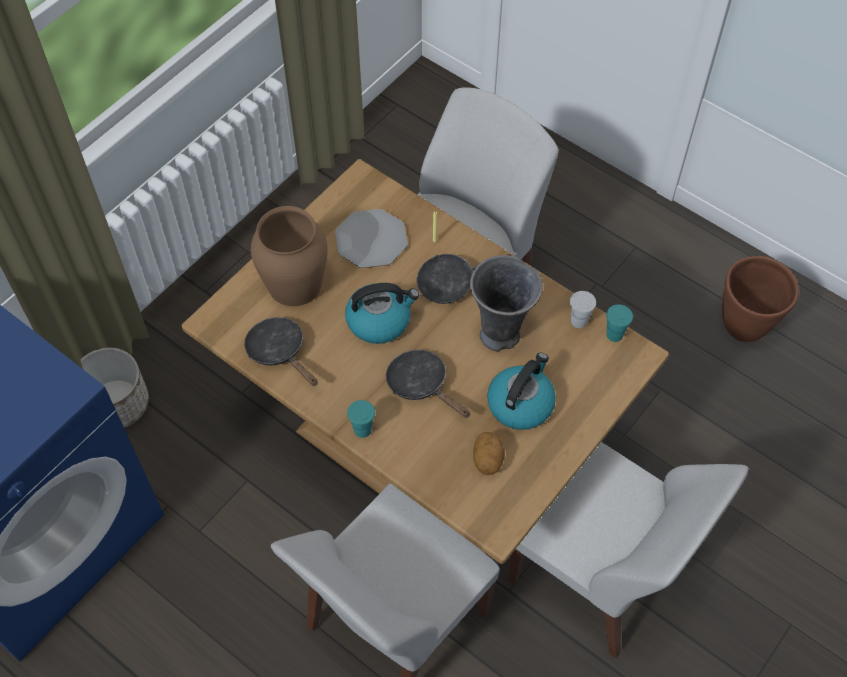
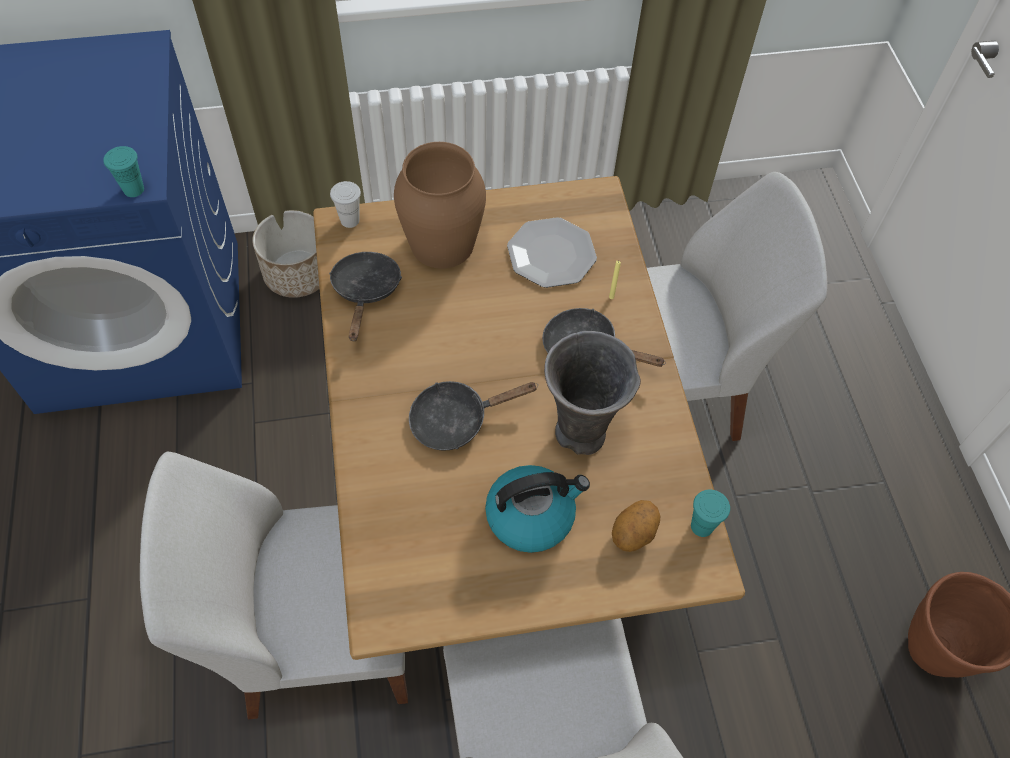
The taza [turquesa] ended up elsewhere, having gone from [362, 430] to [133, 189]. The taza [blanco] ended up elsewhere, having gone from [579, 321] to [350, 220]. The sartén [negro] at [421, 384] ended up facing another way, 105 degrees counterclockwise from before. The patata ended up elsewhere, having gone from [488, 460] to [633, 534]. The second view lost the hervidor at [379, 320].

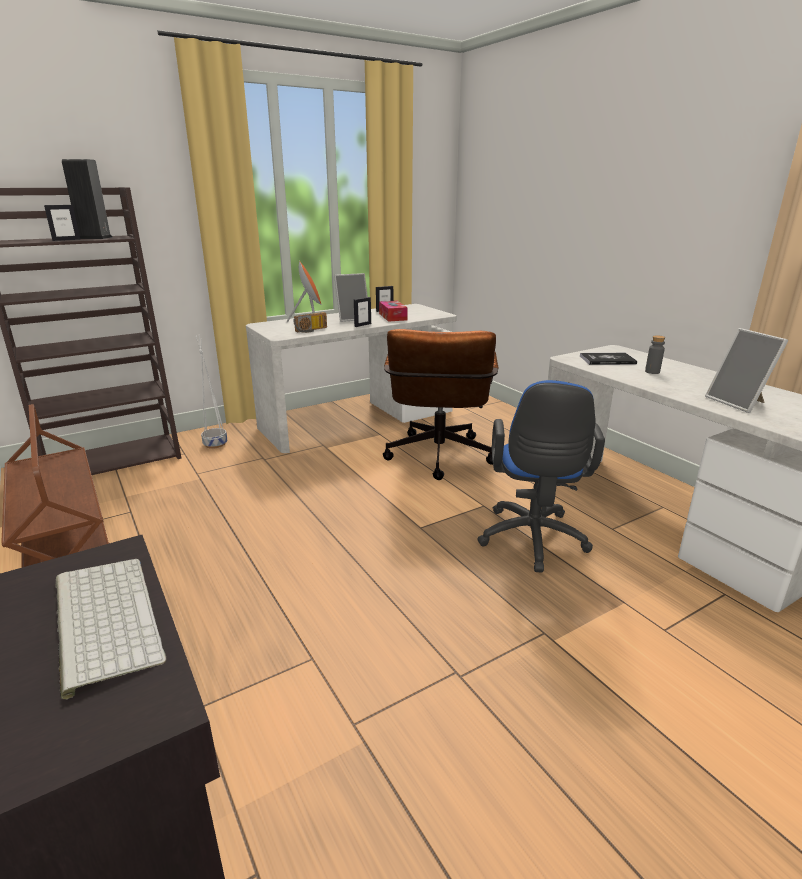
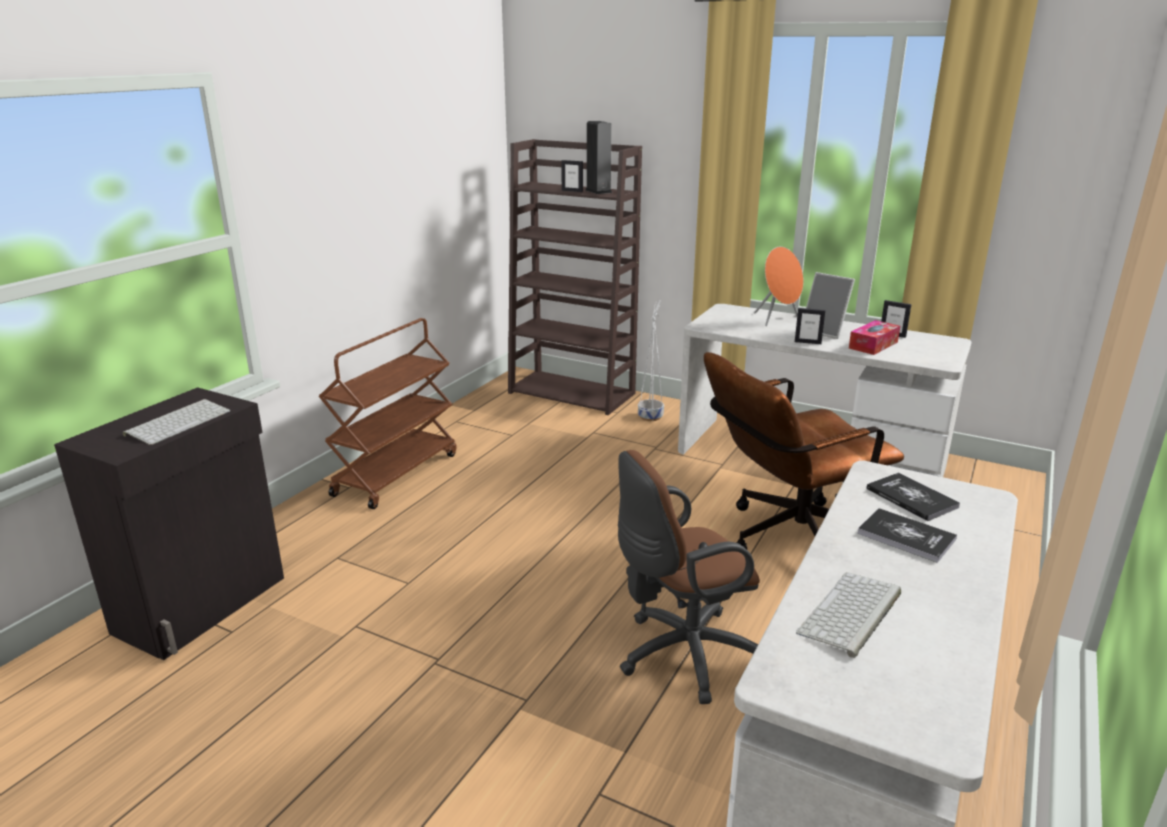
What was the silla de oficina [azul] at [532, 542] turned into the silla de oficina [marrón] at [681, 655]. Where the portarretratos stood at [738, 403], the teclado came to stand at [851, 614]. Where the botella [gris] stood at [652, 372], the libro came to stand at [906, 536]. The second view lost the radio at [311, 330].

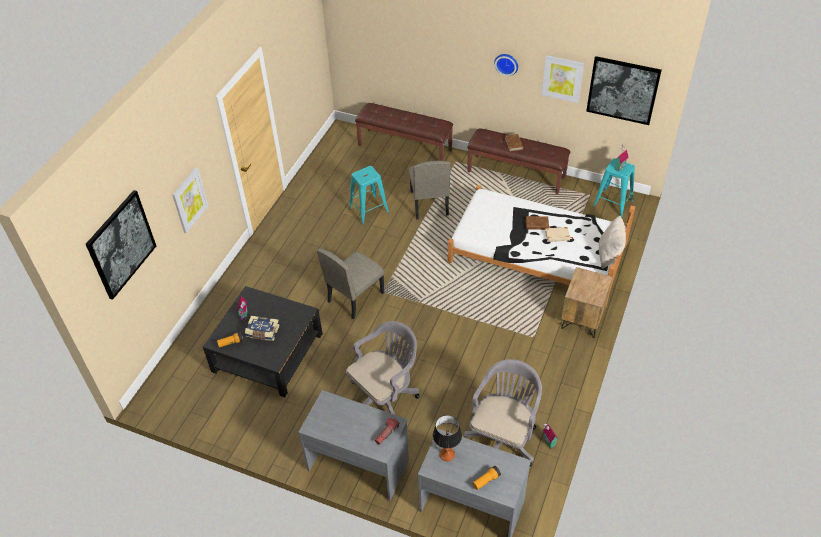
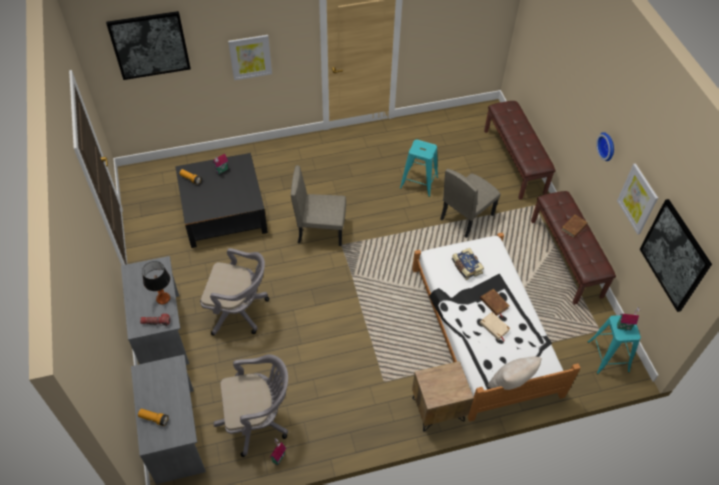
The lámpara de mesa ended up elsewhere, having gone from [447, 454] to [163, 298]. The libro ended up elsewhere, having gone from [262, 332] to [466, 267].

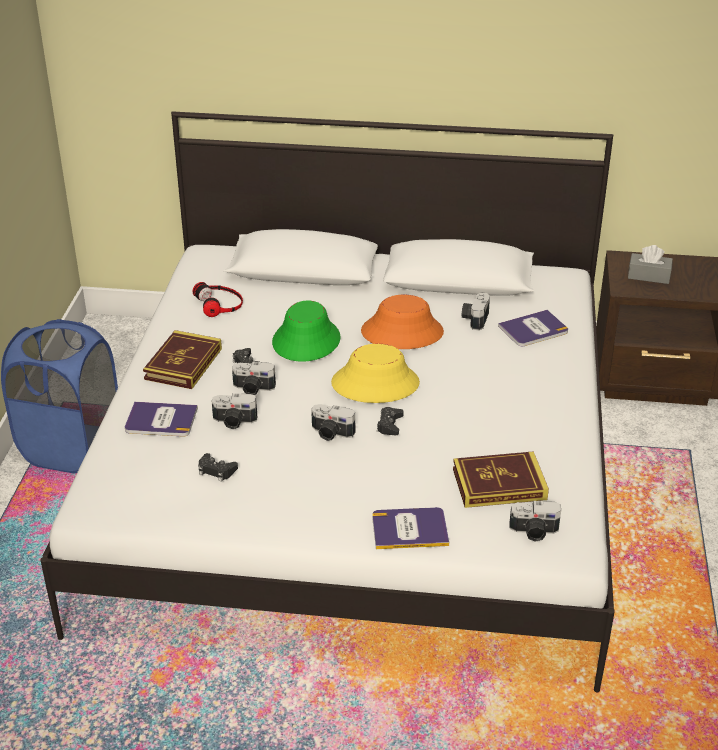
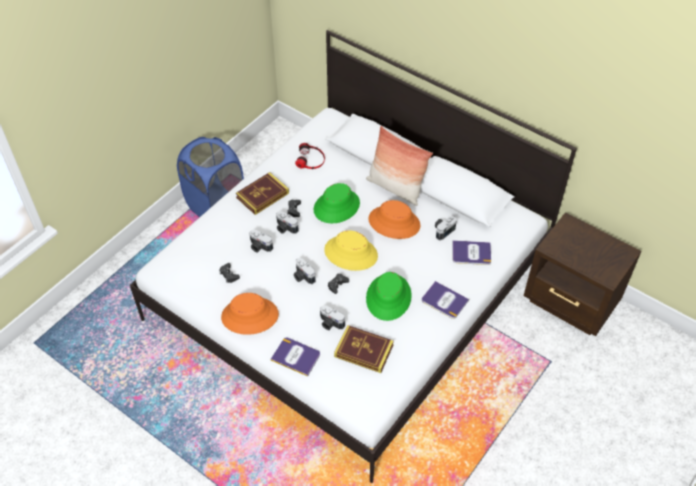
The second view gained the sombrero [naranja] at [250, 316]. The cámara ended up elsewhere, having gone from [534, 532] to [330, 324]. The second view gained the cojín at [395, 188]. The second view gained the sombrero [verde] at [389, 297]. The libro ended up elsewhere, having gone from [161, 420] to [444, 300]. The second view lost the caja de pañuelos [gris] at [648, 276].

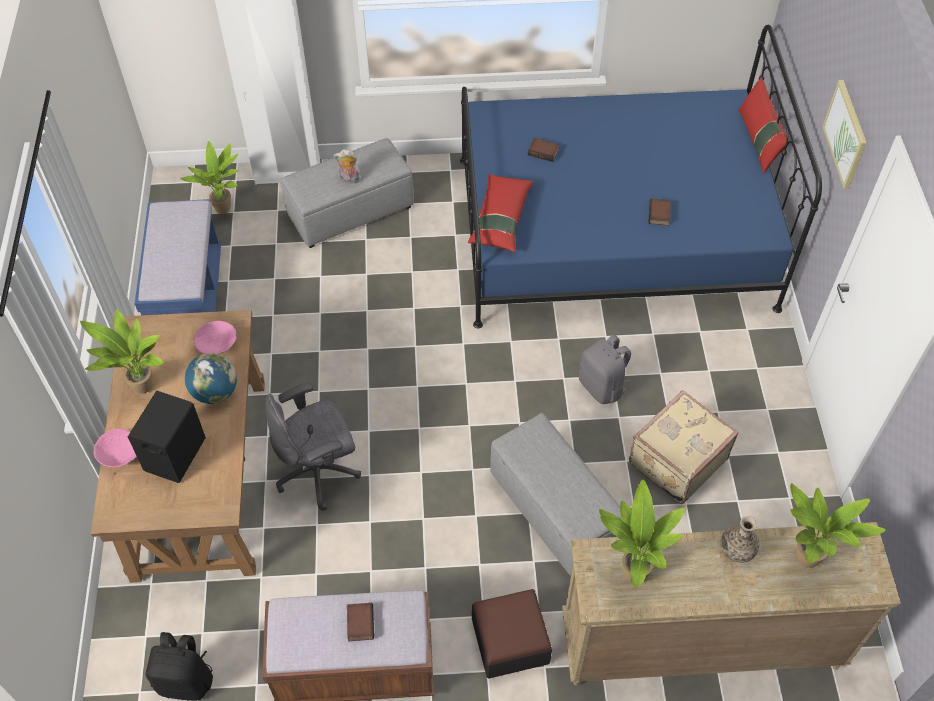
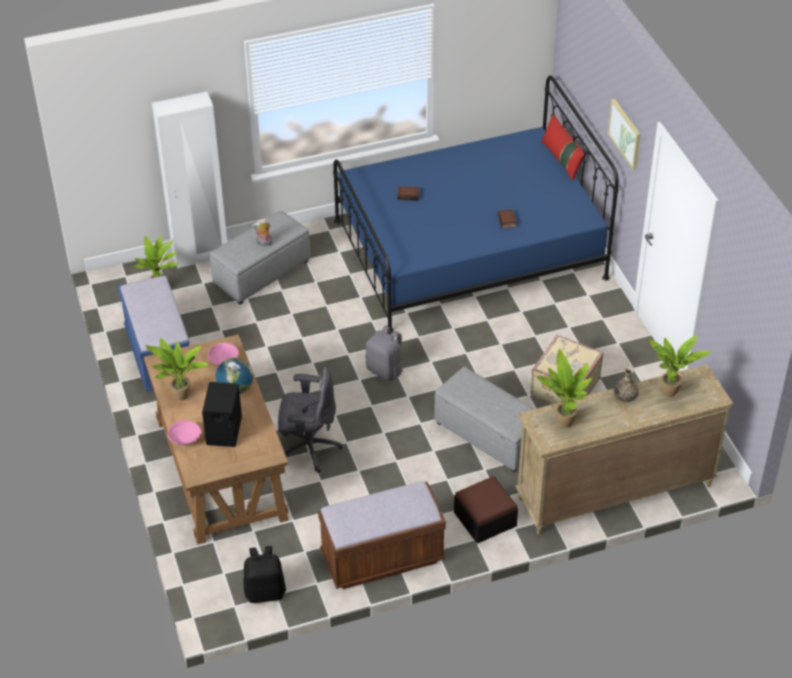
The silla de oficina [gris] at [319, 472] ended up facing another way, 135 degrees counterclockwise from before. The mochila [gris] ended up elsewhere, having gone from [602, 386] to [385, 370]. The second view lost the libro at [359, 623]. The second view lost the cojín [rojo] at [500, 219].

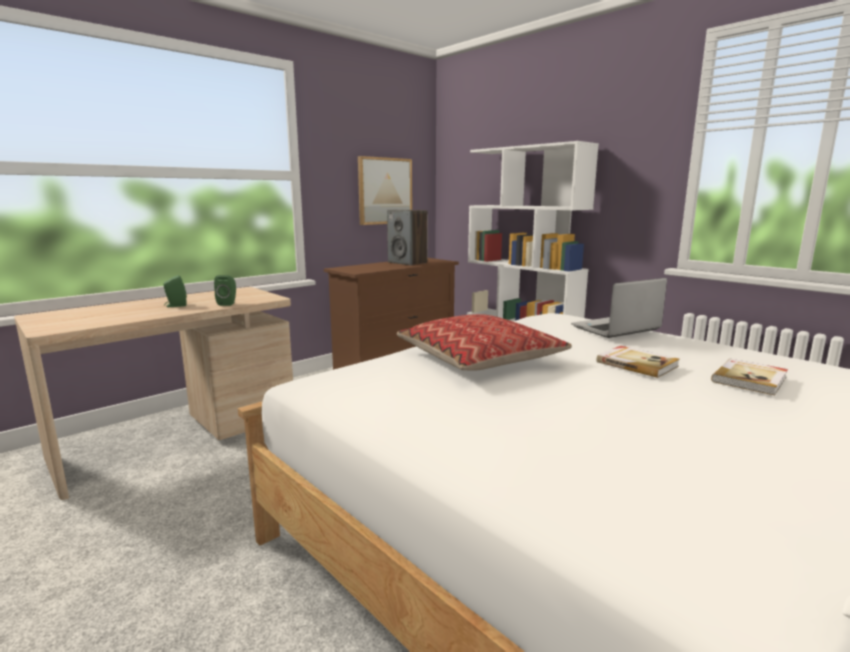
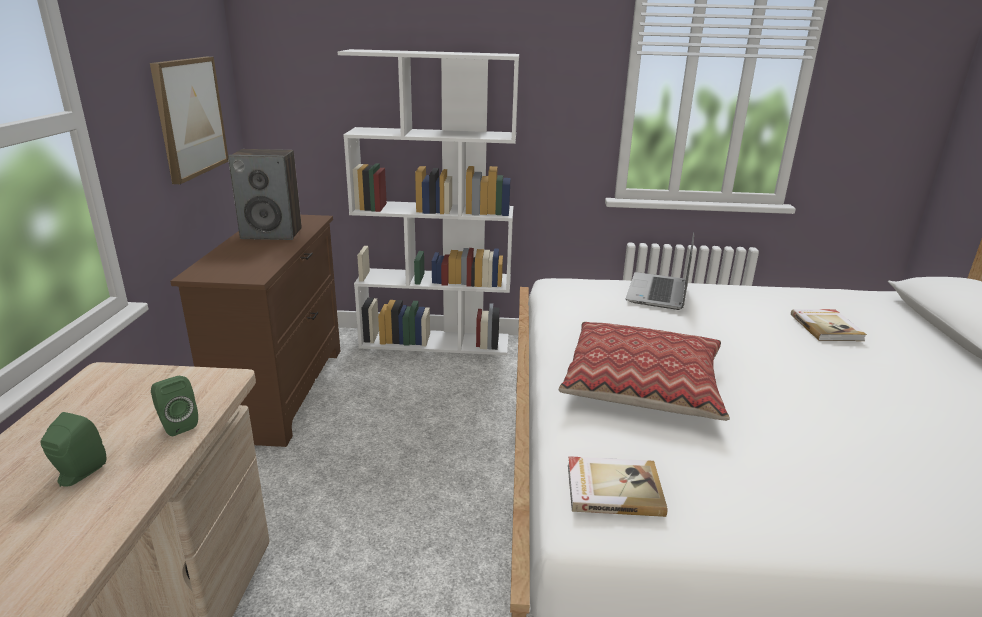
The libro ended up elsewhere, having gone from [637, 364] to [613, 489].

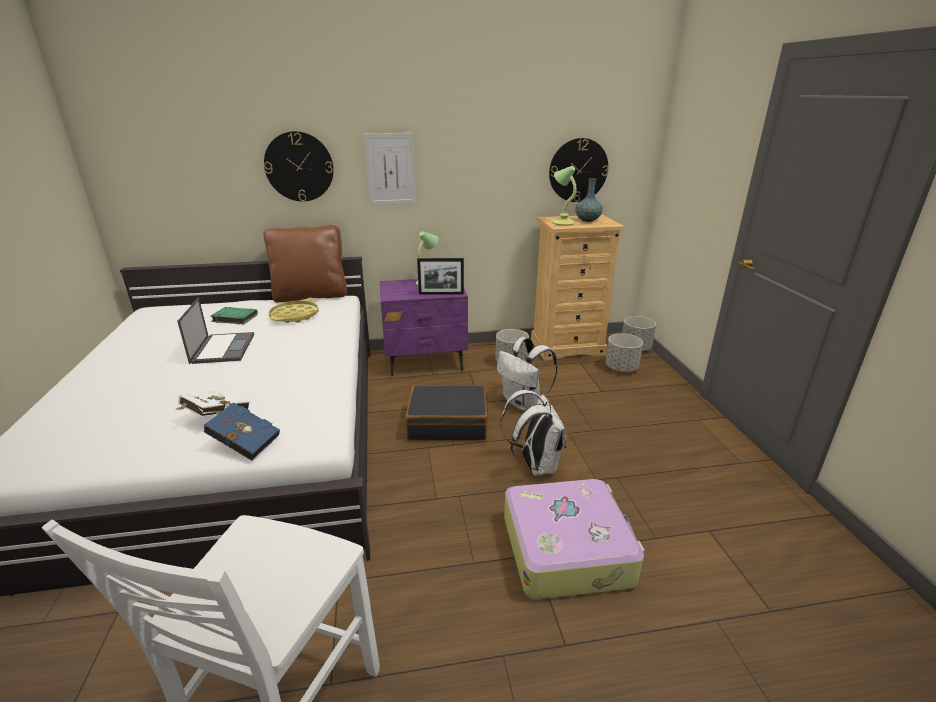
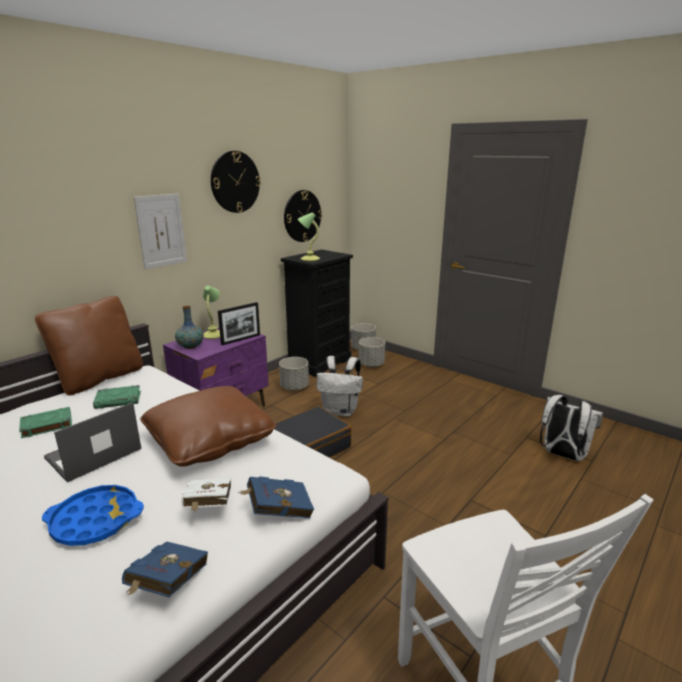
The second view gained the bandeja [azul] at [95, 520]. The portátil at [223, 348] ended up facing another way, 90 degrees counterclockwise from before. Where the bandeja [amarillo] stood at [295, 316], the libro [verde] came to stand at [119, 400]. The second view gained the libro [azul] at [167, 585]. The second view gained the cojín [marrón] at [210, 441]. The florero ended up elsewhere, having gone from [587, 220] to [190, 346]. The reloj de pared ended up elsewhere, having gone from [299, 167] to [235, 182]. What was the cómoda [beis] at [567, 347] turned into the cómoda [negro] at [319, 362]. The mochila [blanco] ended up elsewhere, having gone from [535, 465] to [562, 455]. The second view lost the maleta at [567, 548].

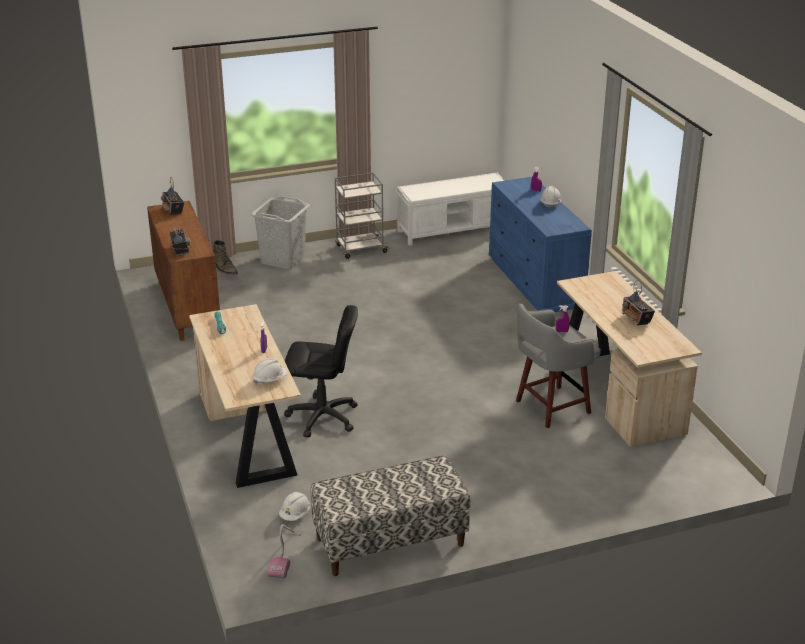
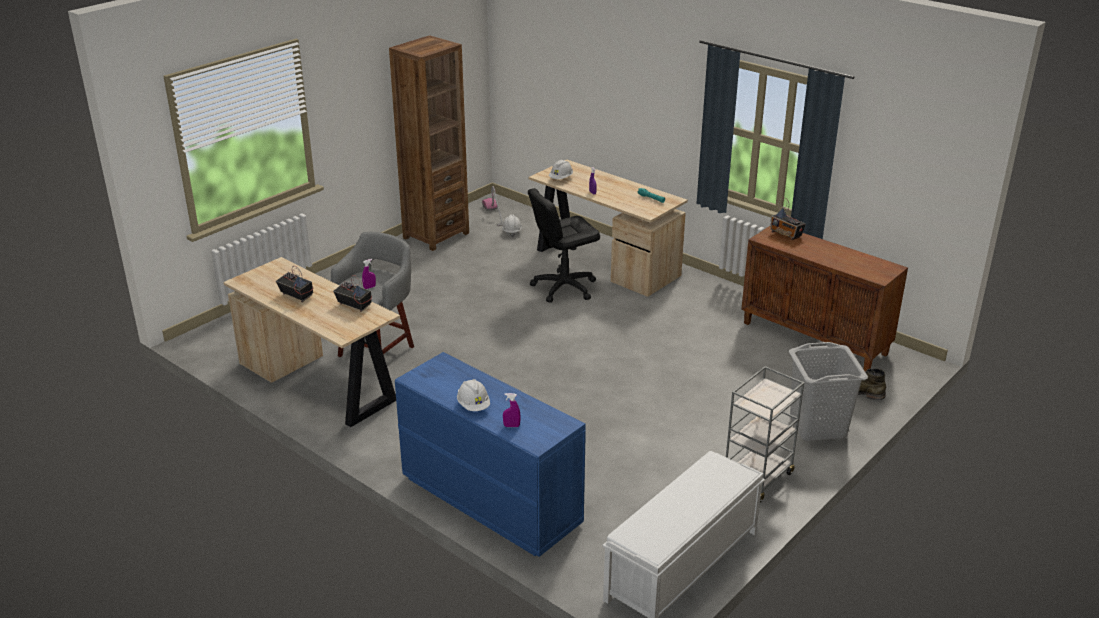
The radio ended up elsewhere, having gone from [173, 210] to [354, 305]. Where the banco stood at [390, 542], the estantería [marrón] came to stand at [436, 235].

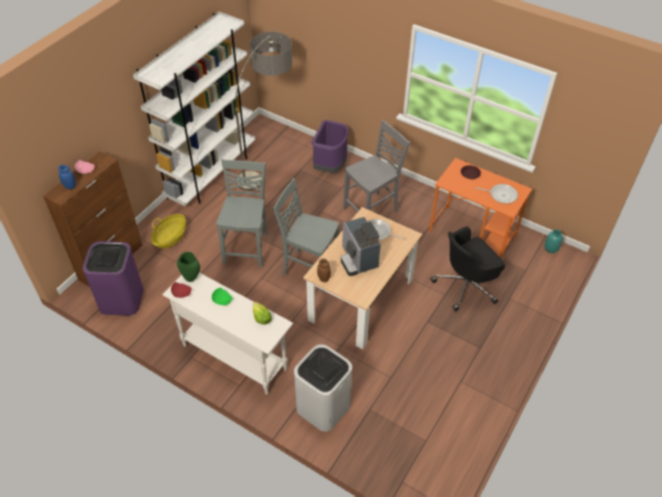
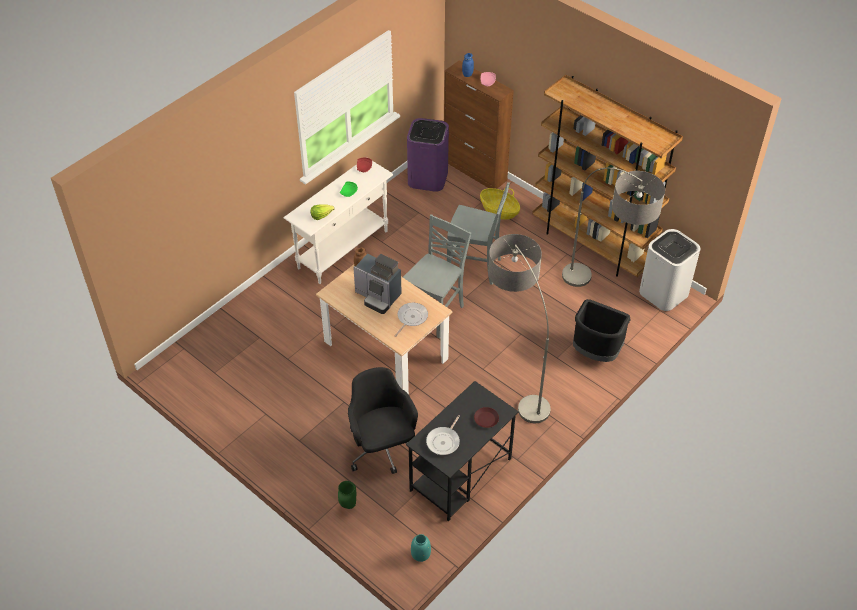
The florero [verde] ended up elsewhere, having gone from [191, 278] to [347, 505]. The cafetera at [358, 259] ended up facing another way, 135 degrees counterclockwise from before. What was the escritorio [naranja] at [473, 234] turned into the escritorio [negro] at [460, 475]. Where the silla [gris] stood at [372, 210], the lámpara de pie came to stand at [515, 381]. What was the estantería [blanco] at [211, 174] turned into the estantería [marrón] at [592, 245]. What was the papelera [morado] at [330, 166] turned into the papelera [negro] at [596, 352]. The papelera [blanco] ended up elsewhere, having gone from [323, 406] to [664, 292].

